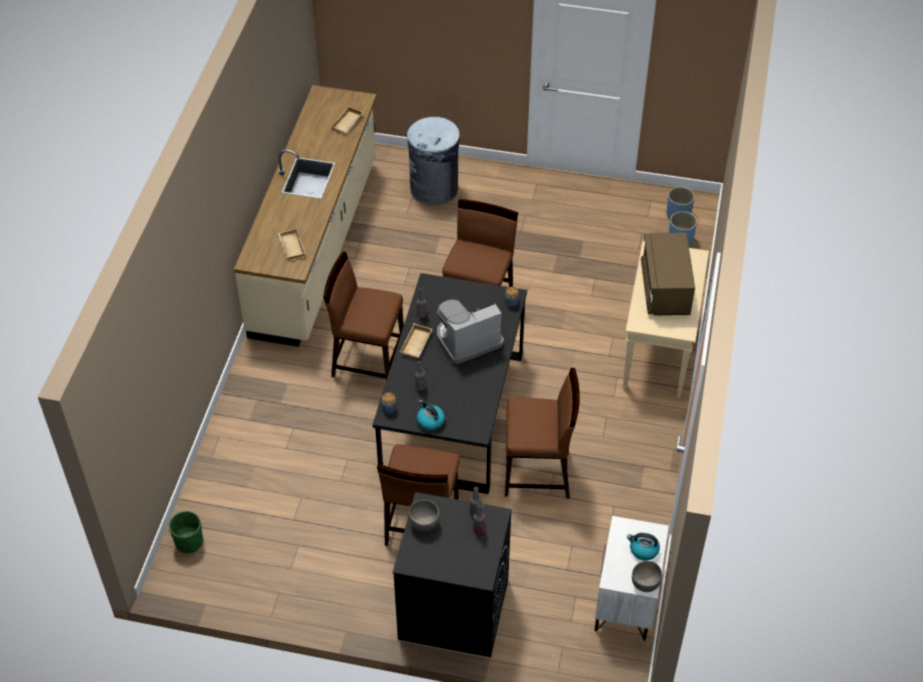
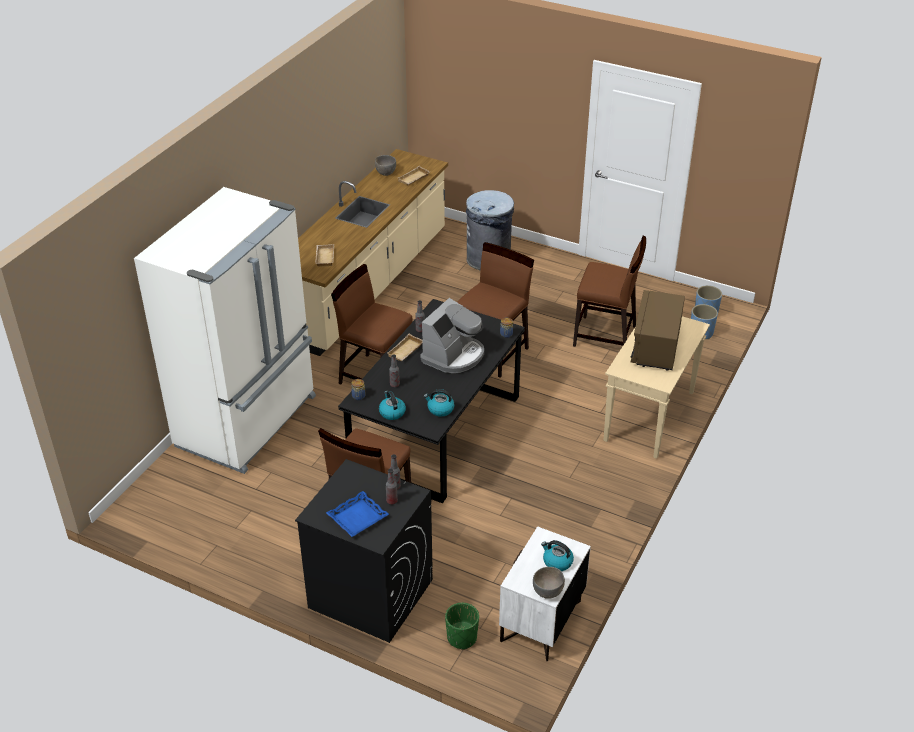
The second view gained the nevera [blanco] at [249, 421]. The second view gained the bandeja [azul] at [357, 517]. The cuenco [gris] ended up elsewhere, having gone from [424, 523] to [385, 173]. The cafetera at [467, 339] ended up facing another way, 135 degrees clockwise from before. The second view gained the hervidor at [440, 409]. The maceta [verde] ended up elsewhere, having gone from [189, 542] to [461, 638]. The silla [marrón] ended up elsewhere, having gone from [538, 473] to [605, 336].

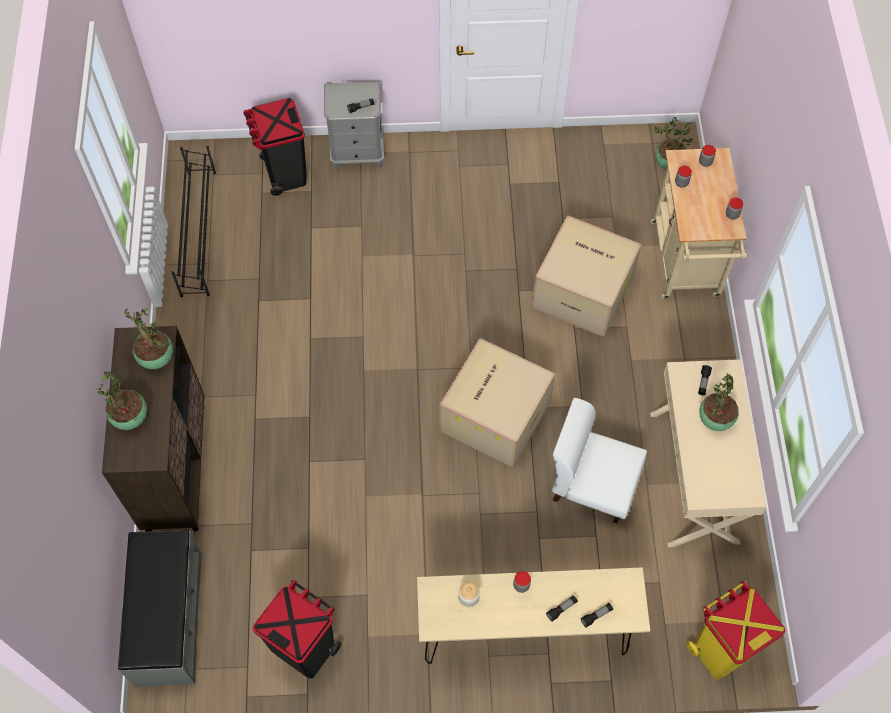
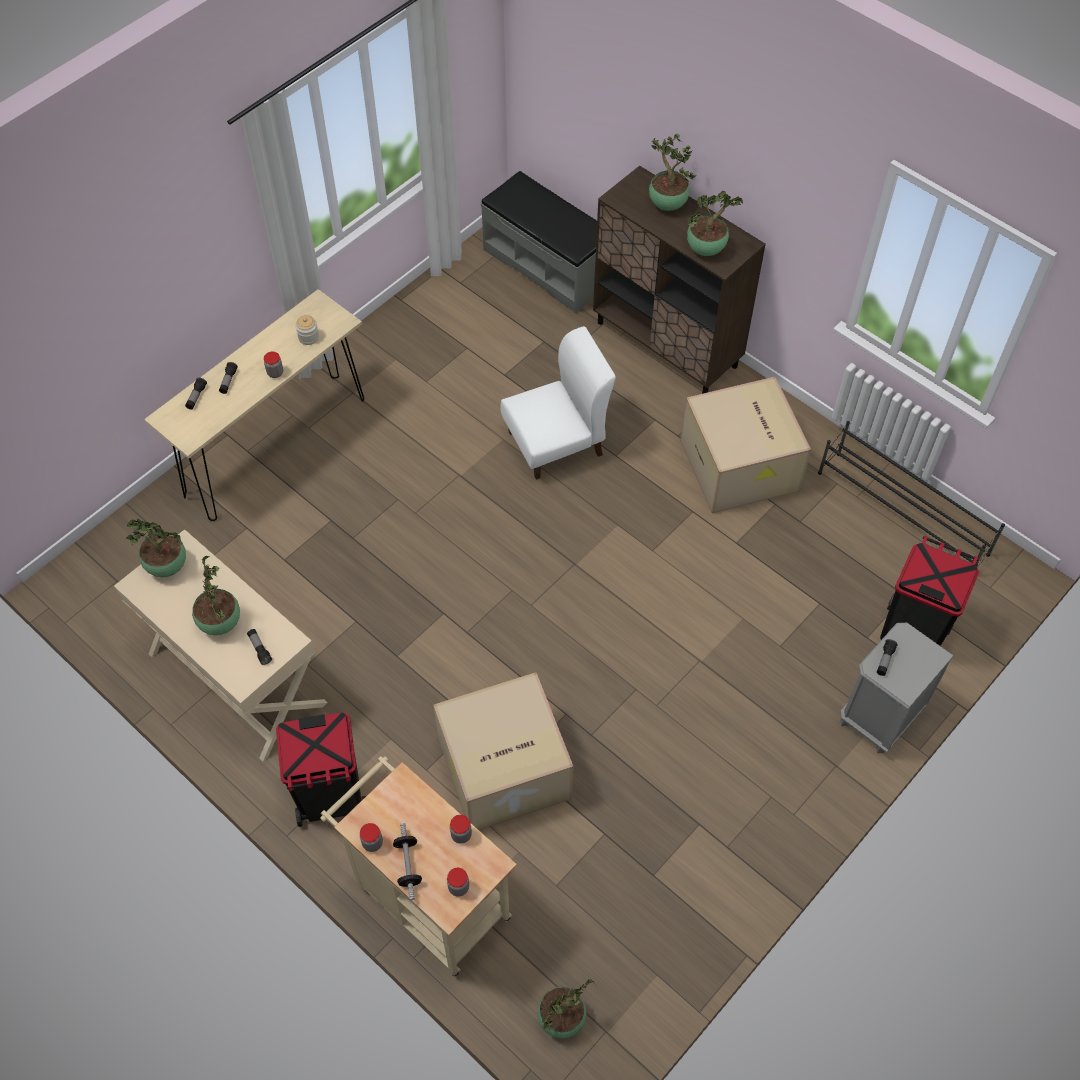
The second view gained the planta en maceta at [168, 566]. The papelera [negro] ended up elsewhere, having gone from [304, 648] to [331, 797]. The second view gained the mancuerna at [408, 865]. The silla [blanco] ended up elsewhere, having gone from [592, 484] to [556, 443]. The caja de cartón ended up elsewhere, having gone from [494, 414] to [741, 466]. The second view lost the papelera [amarillo] at [722, 649].

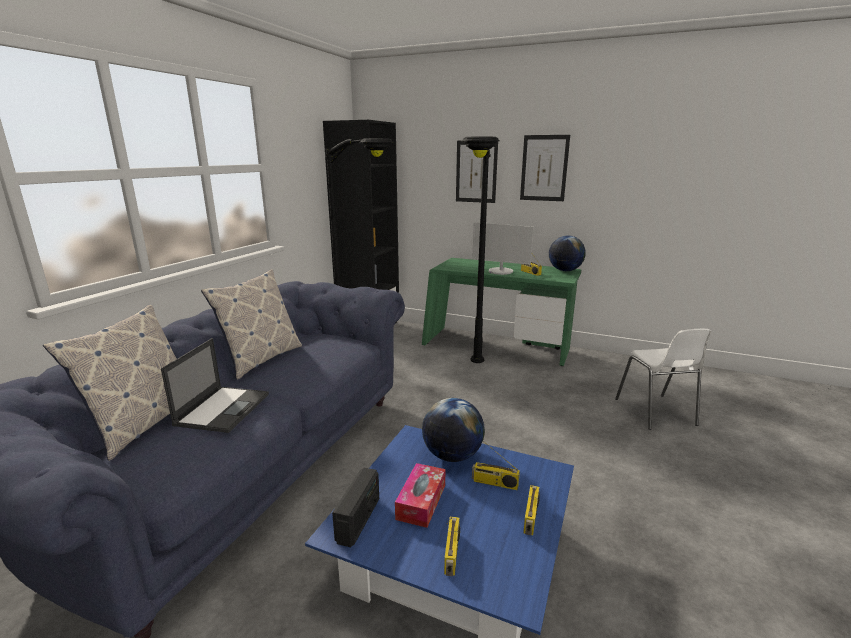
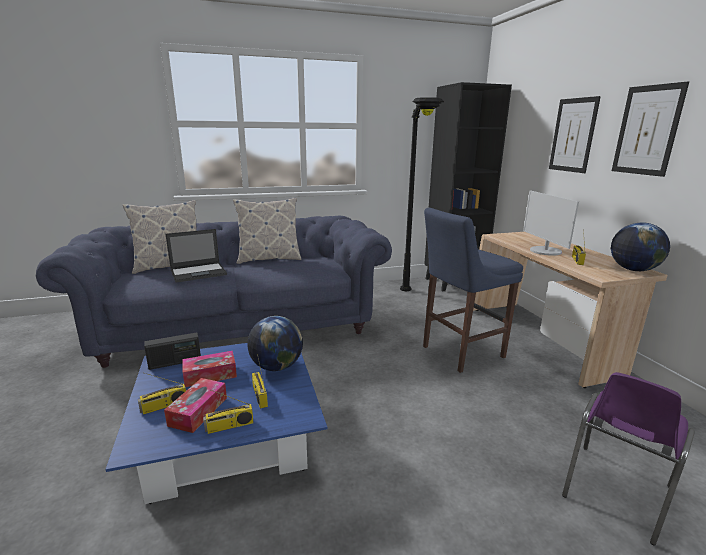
The second view gained the caja de pañuelos at [198, 411]. Where the lámpara de pie [negro] stood at [473, 380], the taburete [azul] came to stand at [459, 352]. What was the escritorio [verde] at [496, 347] turned into the escritorio [beis] at [539, 340]. What was the silla [blanco] at [656, 413] turned into the silla [morado] at [614, 492].

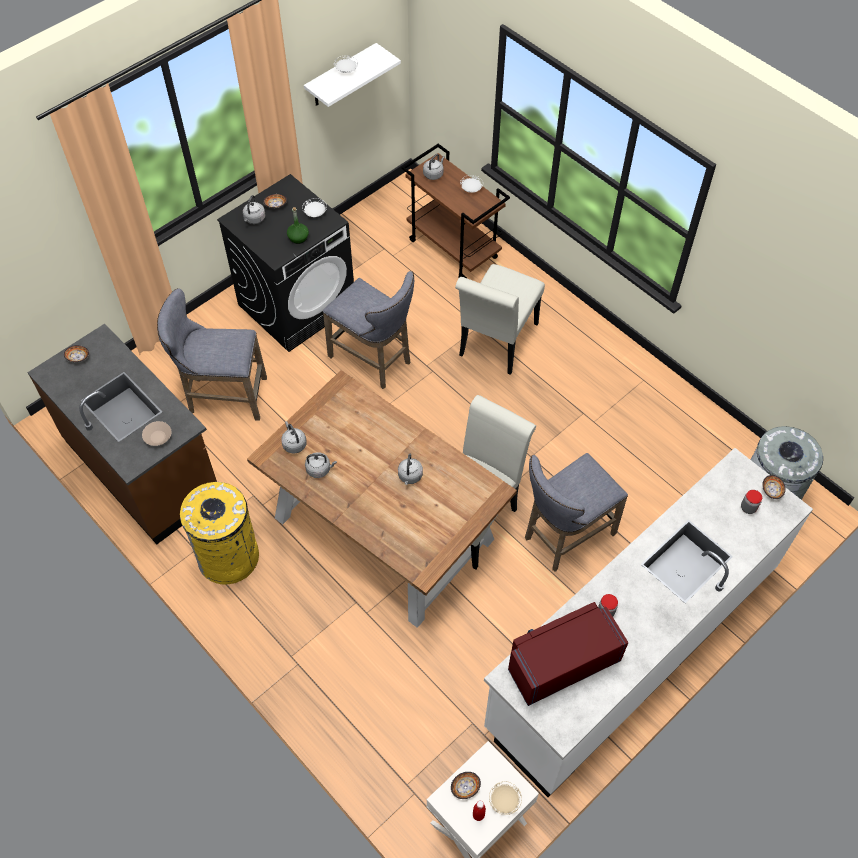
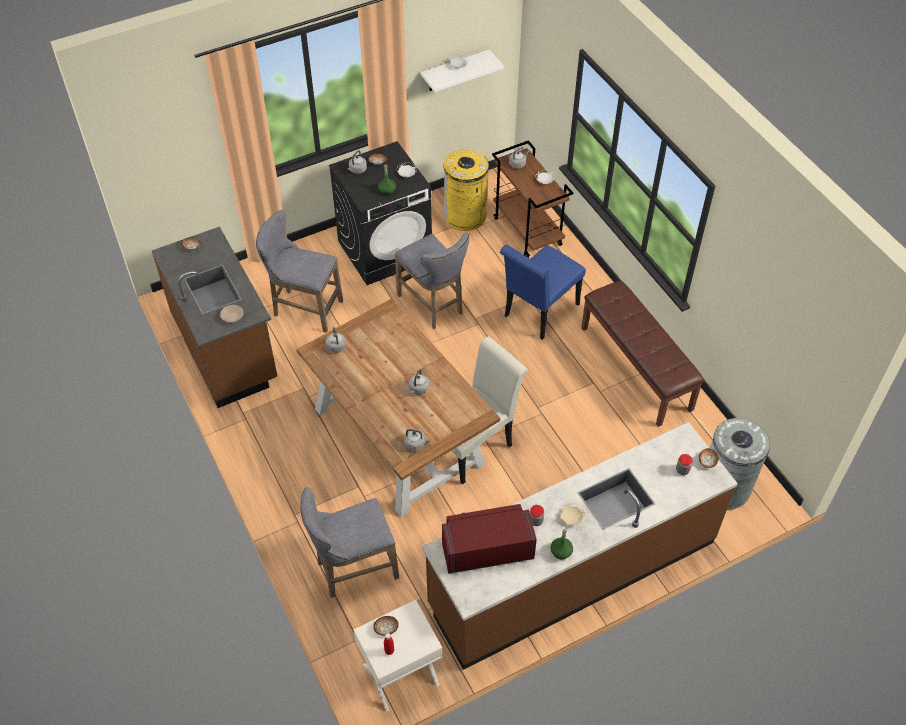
The taburete [gris] ended up elsewhere, having gone from [564, 536] to [353, 569]. The hervidor [gris] ended up elsewhere, having gone from [320, 469] to [416, 444]. What was the mueble bajo de cocina [blanco] at [632, 646] turned into the mueble bajo de cocina [marrón] at [572, 572]. The papelera [amarillo] ended up elsewhere, having gone from [229, 557] to [465, 216]. What was the silla [blanco] at [496, 344] turned into the silla [azul] at [538, 313]. The second view gained the botella [verde] at [561, 552]. The plato [beis] ended up elsewhere, having gone from [504, 800] to [571, 518]. The second view gained the banco [marrón] at [636, 368].

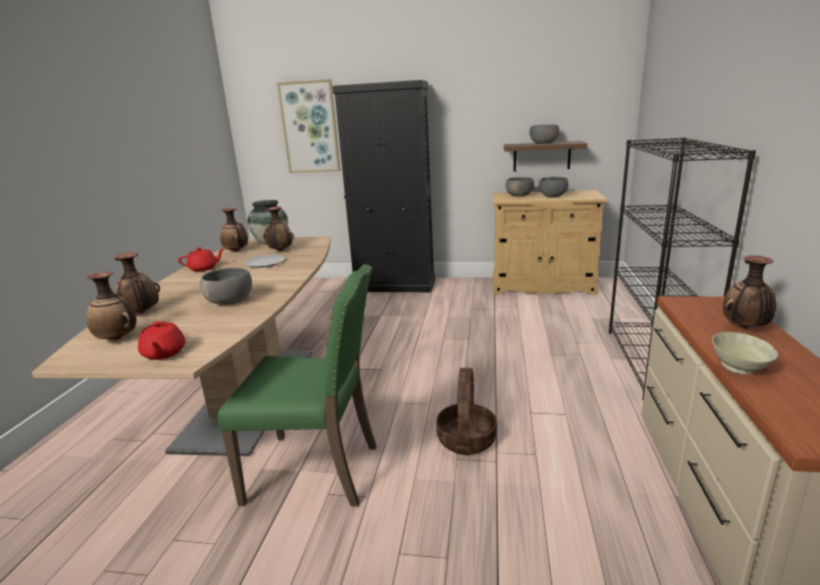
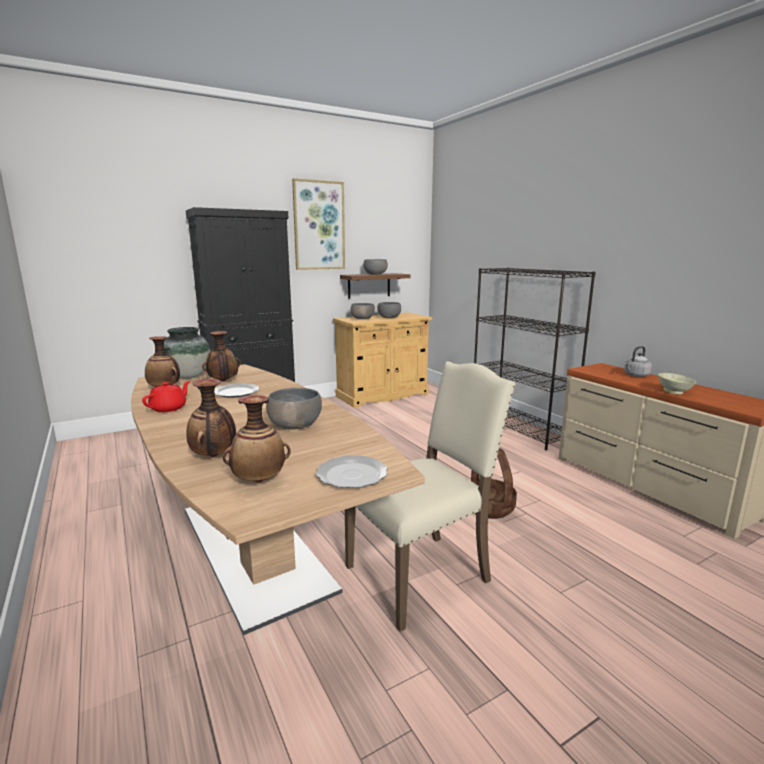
The cuadro ended up elsewhere, having gone from [310, 127] to [319, 225]. Where the tetera [rojo] stood at [163, 353], the plato came to stand at [353, 474]. What was the silla [verde] at [317, 471] turned into the silla [beis] at [421, 574]. Where the florero stood at [745, 327], the hervidor [gris] came to stand at [635, 375].

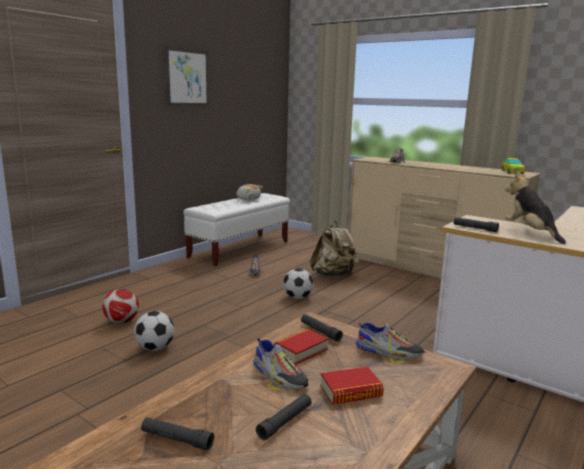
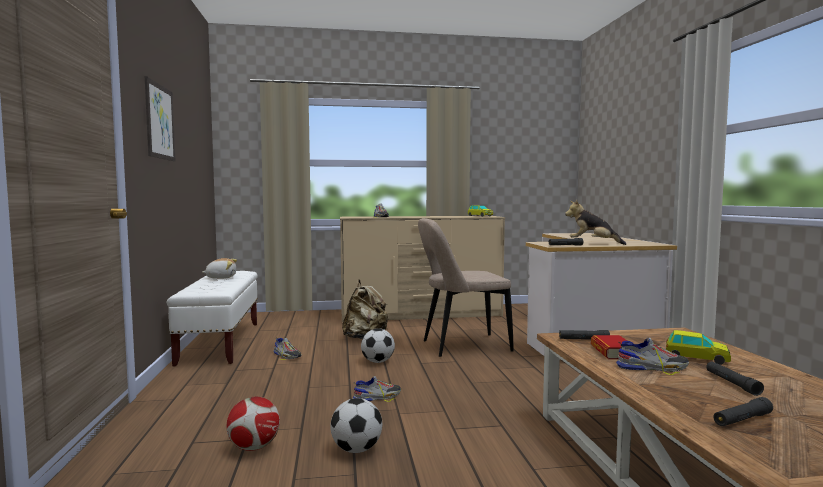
The zapato ended up elsewhere, having gone from [389, 351] to [377, 397]. The second view gained the silla [beis] at [461, 346]. Where the libro stood at [350, 391], the coche de juguete came to stand at [696, 358].

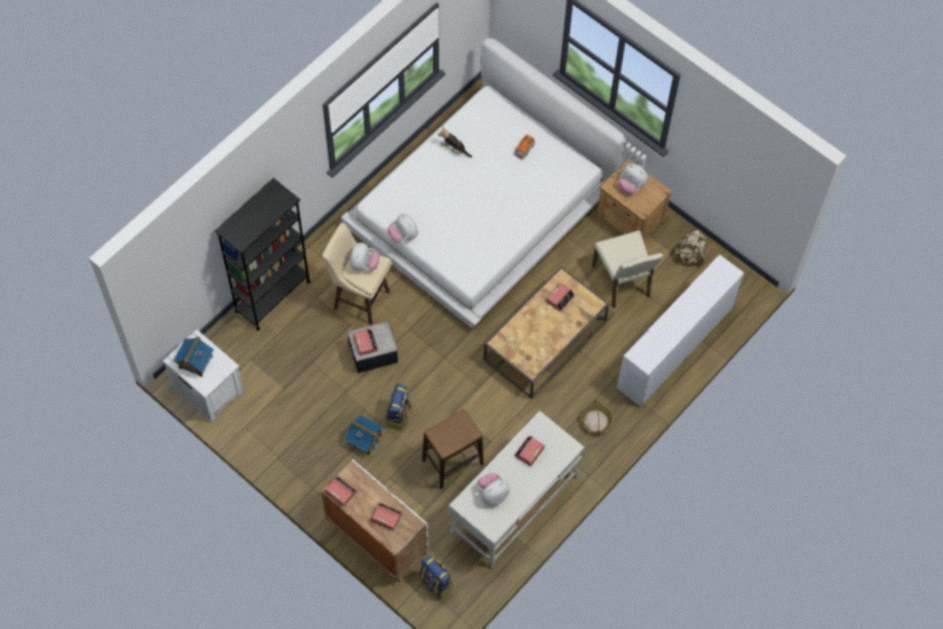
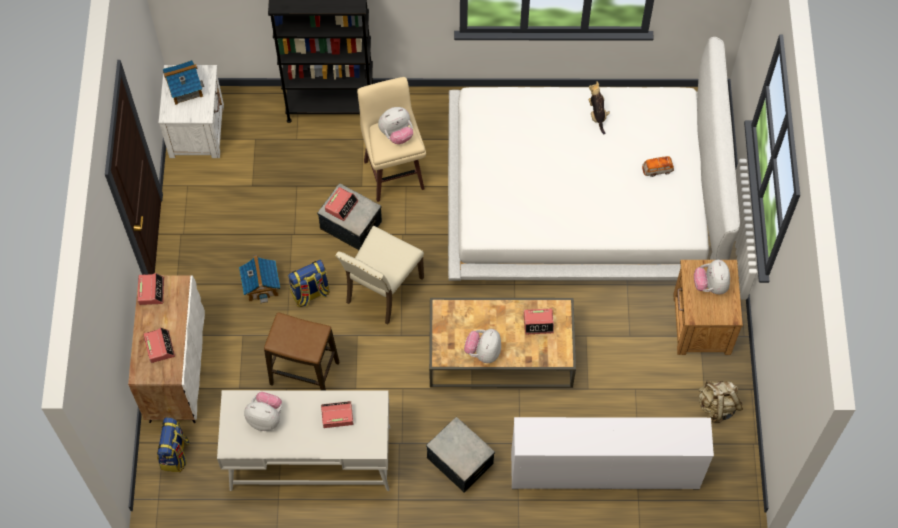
The silla [beis] ended up elsewhere, having gone from [623, 282] to [382, 290]. Where the cesta stood at [595, 420], the caja de almacenaje came to stand at [460, 460]. The peluche ended up elsewhere, having gone from [403, 236] to [483, 352].

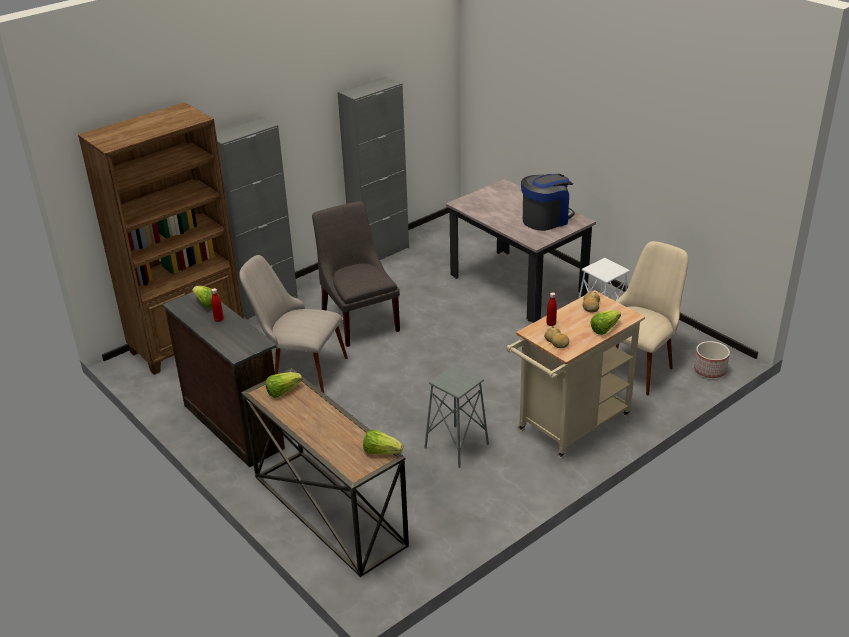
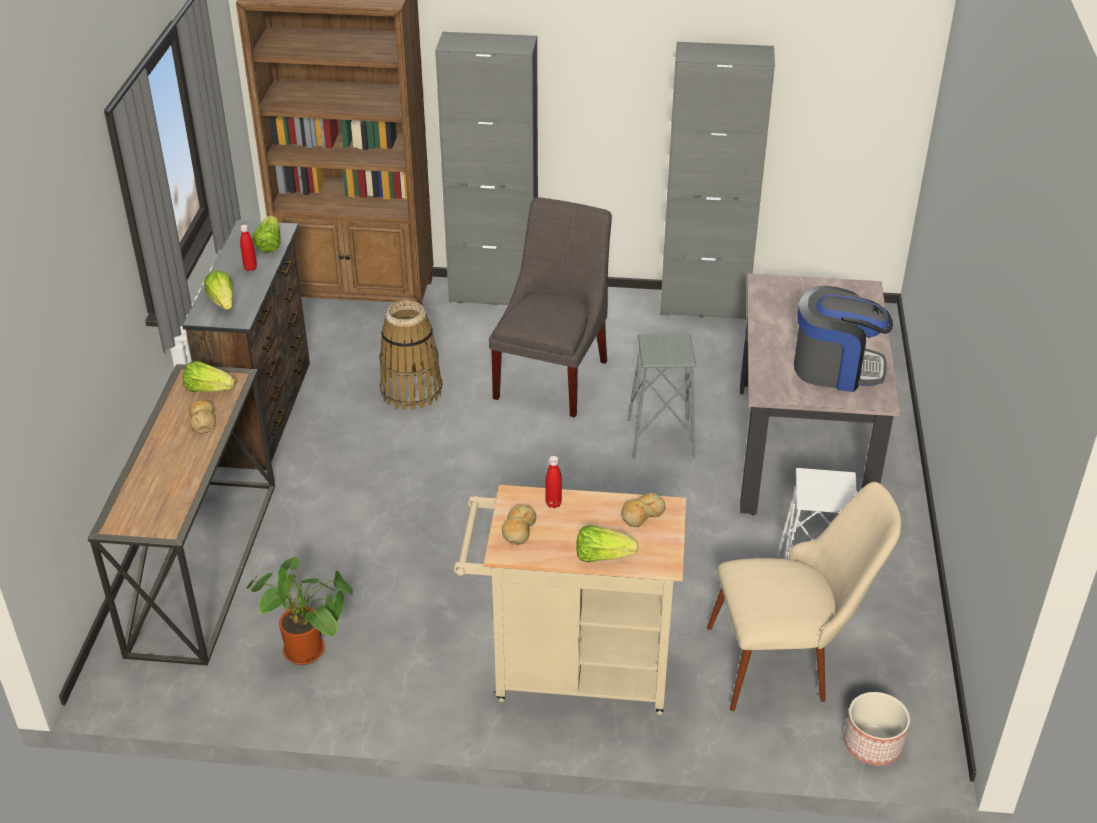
The second view gained the pan at [203, 421]. The lechuga ended up elsewhere, having gone from [381, 451] to [222, 302]. The second view gained the planta en maceta at [309, 651]. Where the silla [beis] stood at [298, 368], the cesta came to stand at [411, 391]. The taburete [gris] ended up elsewhere, having gone from [456, 446] to [660, 438].

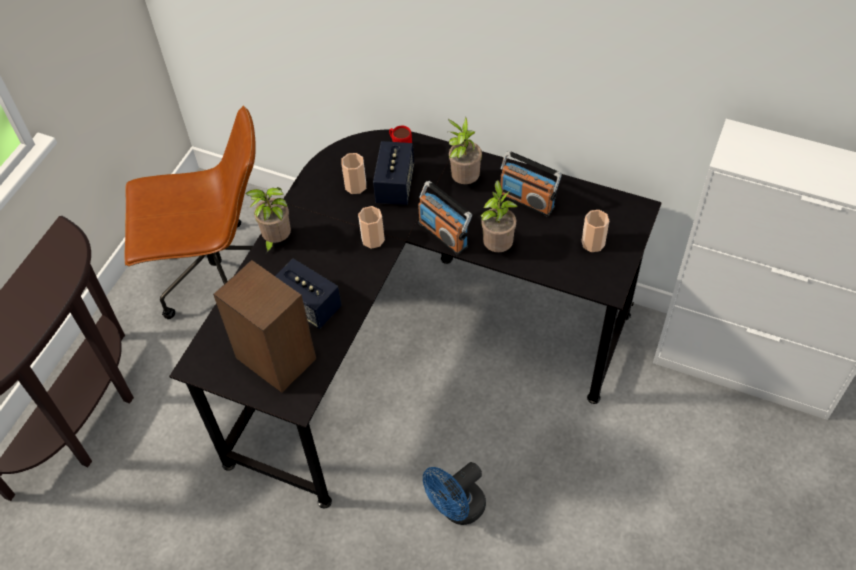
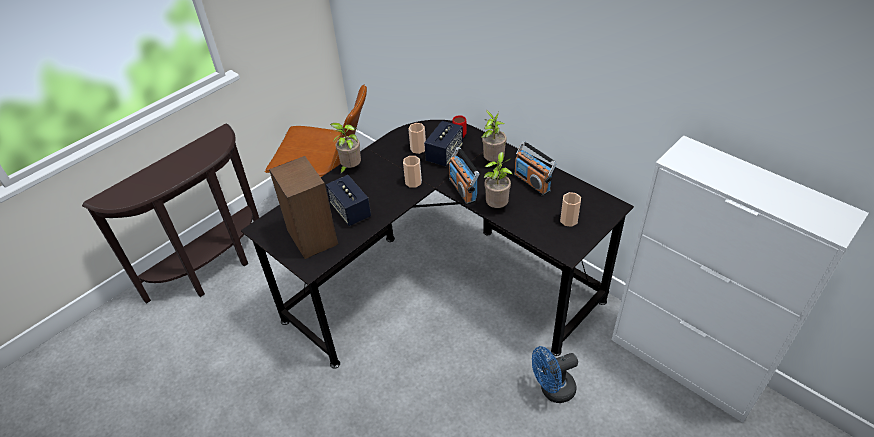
The ventilador [azul] ended up elsewhere, having gone from [457, 509] to [552, 390].

